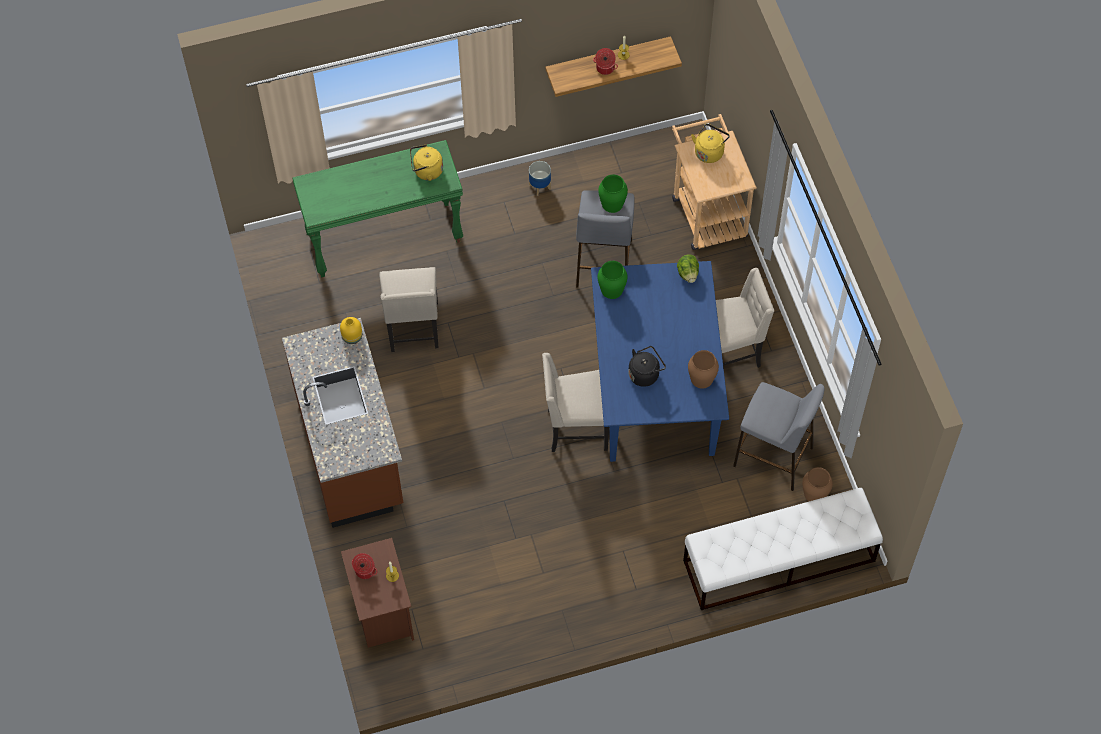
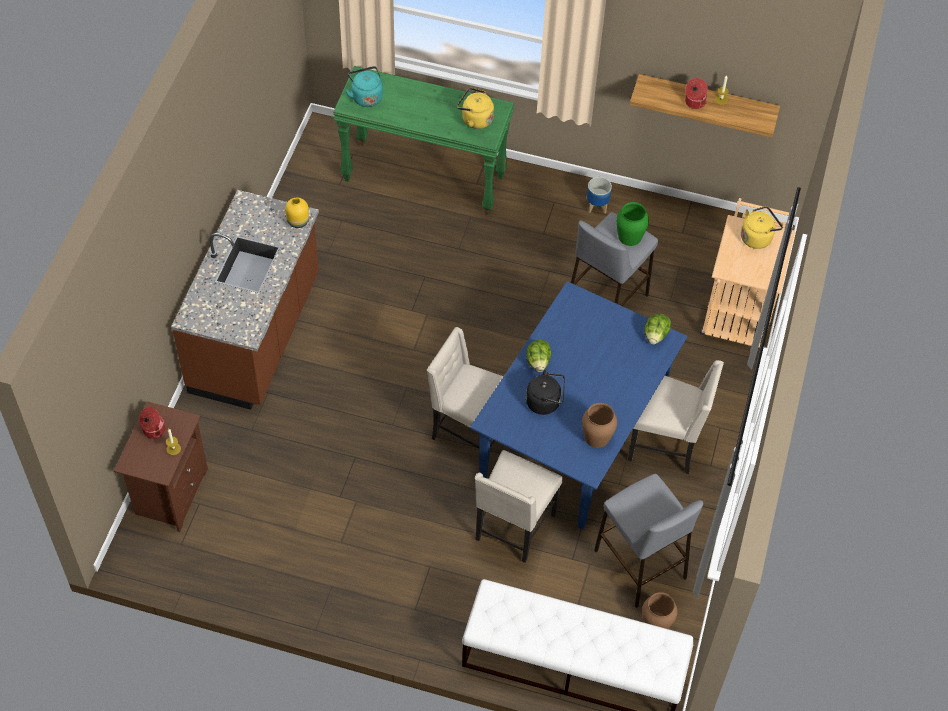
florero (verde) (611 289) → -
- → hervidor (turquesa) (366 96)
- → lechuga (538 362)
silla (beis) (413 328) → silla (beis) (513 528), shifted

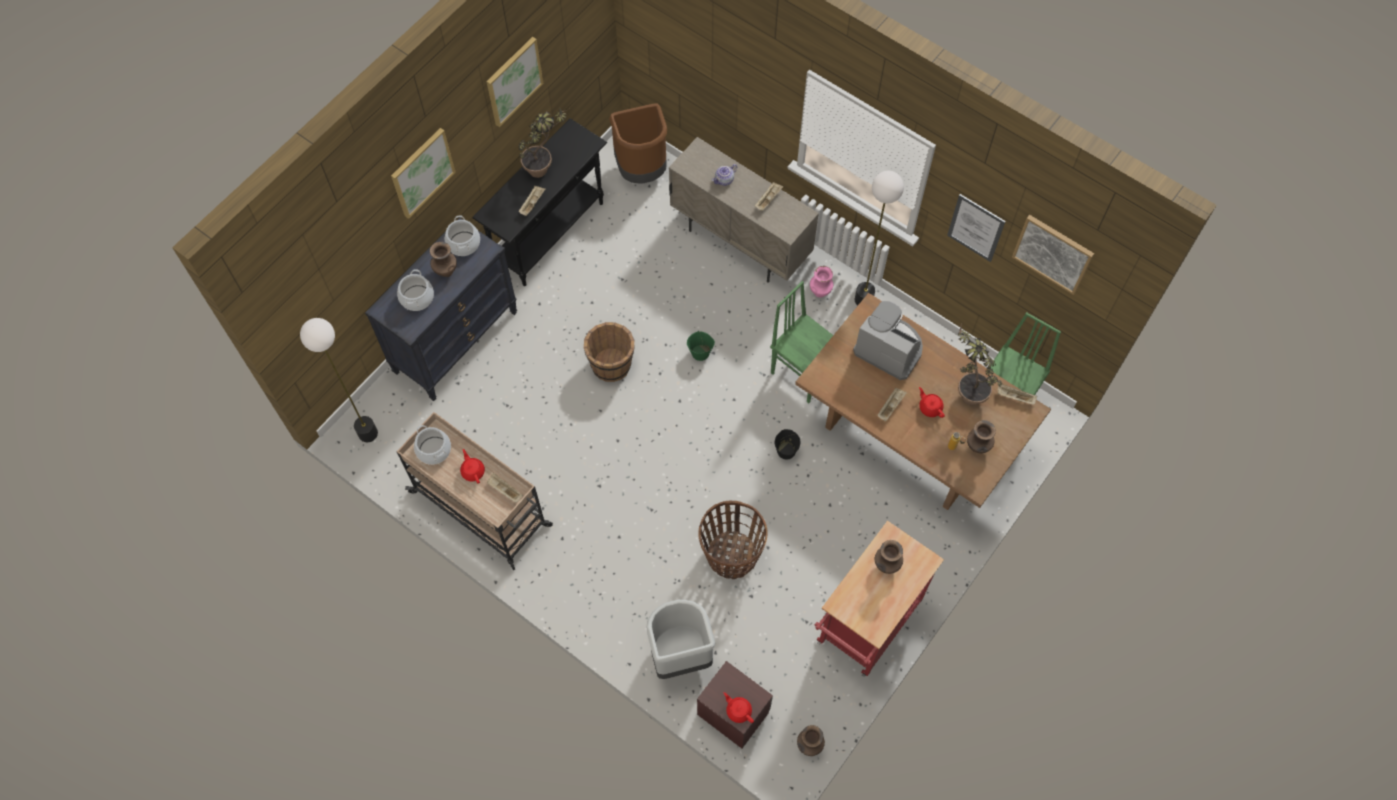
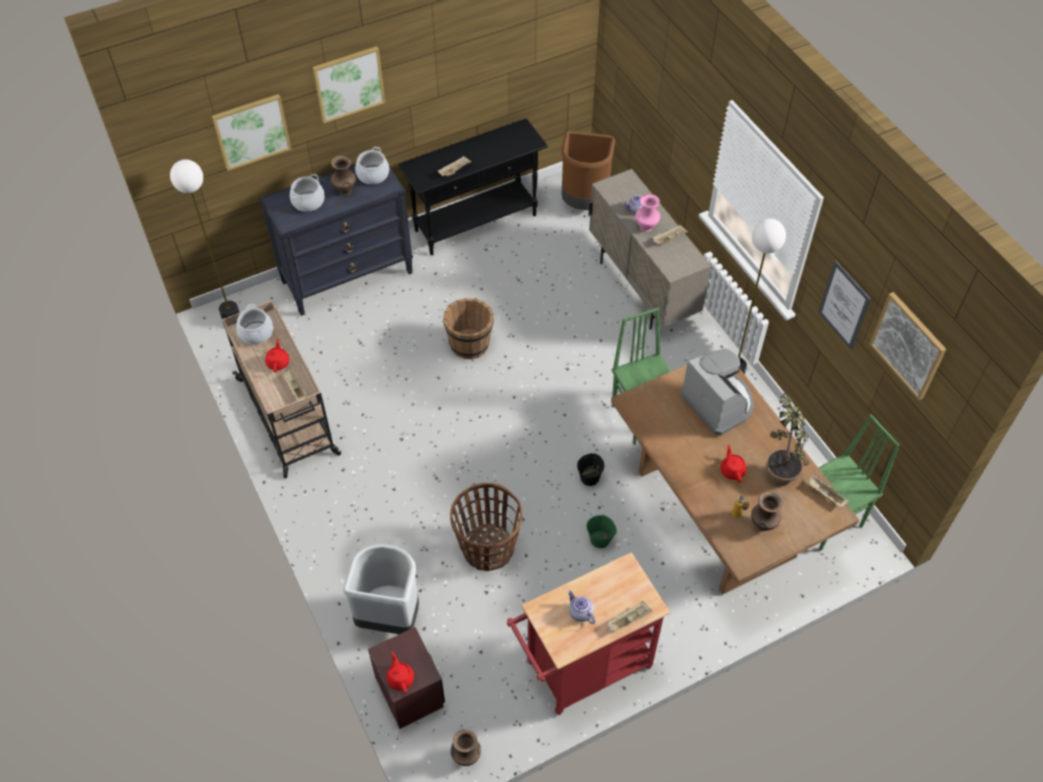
planta en maceta (544 167) → -
florero (marrón) (886 565) → -
- → tetera (580 613)
cuadro (513 81) → cuadro (251 131), shifted
cubo (verde) (700 353) → cubo (verde) (600 539), shifted
florero (rosa) (820 291) → florero (rosa) (646 227), shifted
bandeja (beis) (890 406) → bandeja (beis) (629 620), shifted

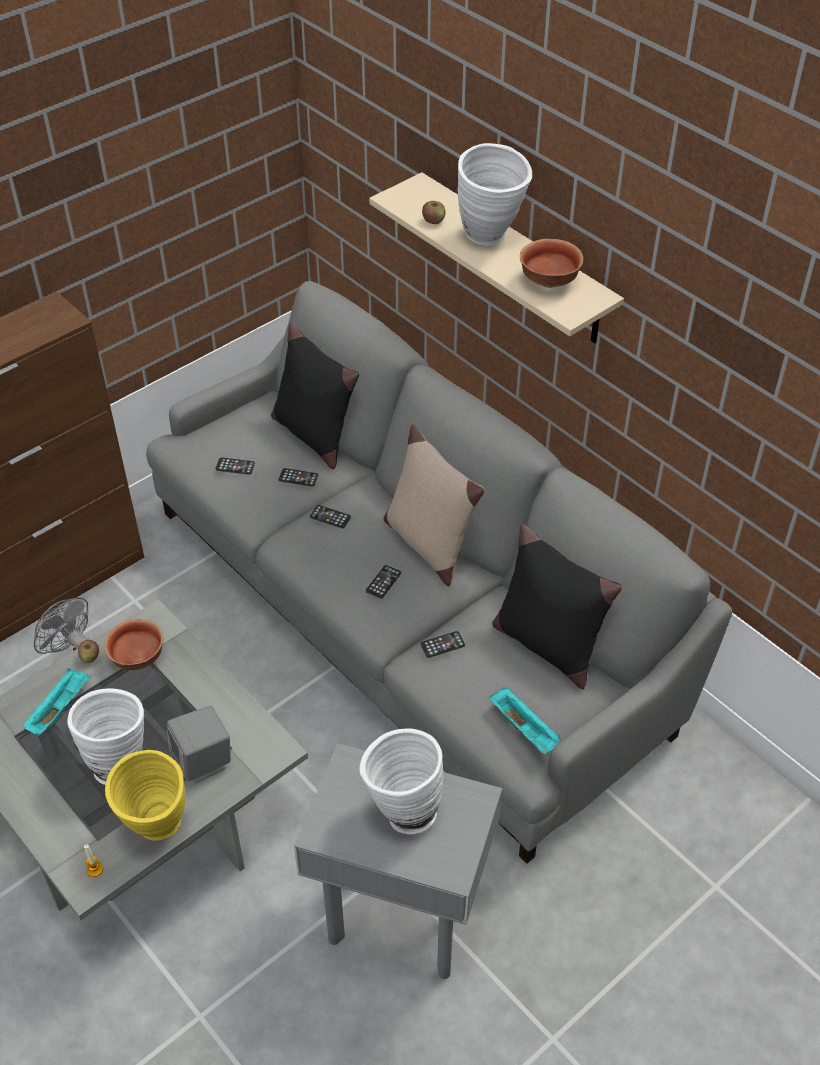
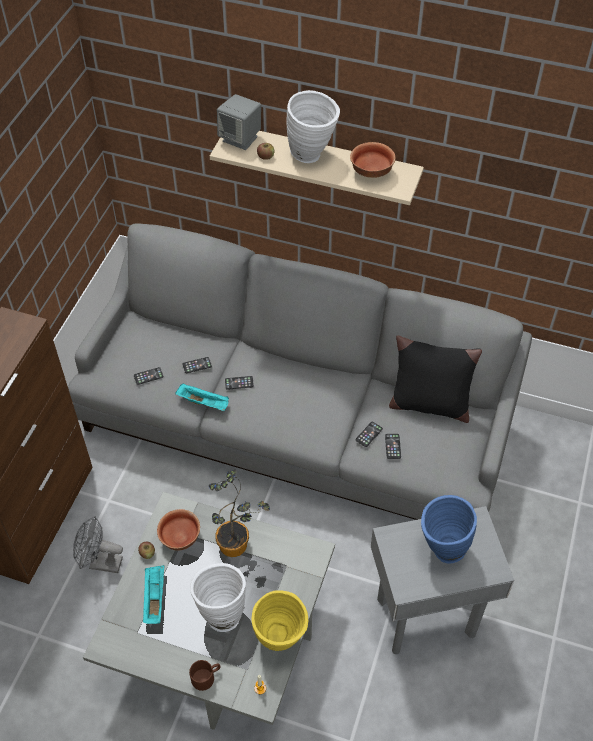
cojín (negro) (313 434) → -
cojín (beis) (428 543) → -
- → taza grande (marrón) (206 676)
- → planta en maceta (237 544)
altavoz (gris) (203 761) → altavoz (gris) (240 138), shifted
móvil (383 582) → móvil (393 446), shifted
bandeja (turquesa) (524 729) → bandeja (turquesa) (204 402), shifted
florero (blanco) (401 811) → florero (azul) (441 550)

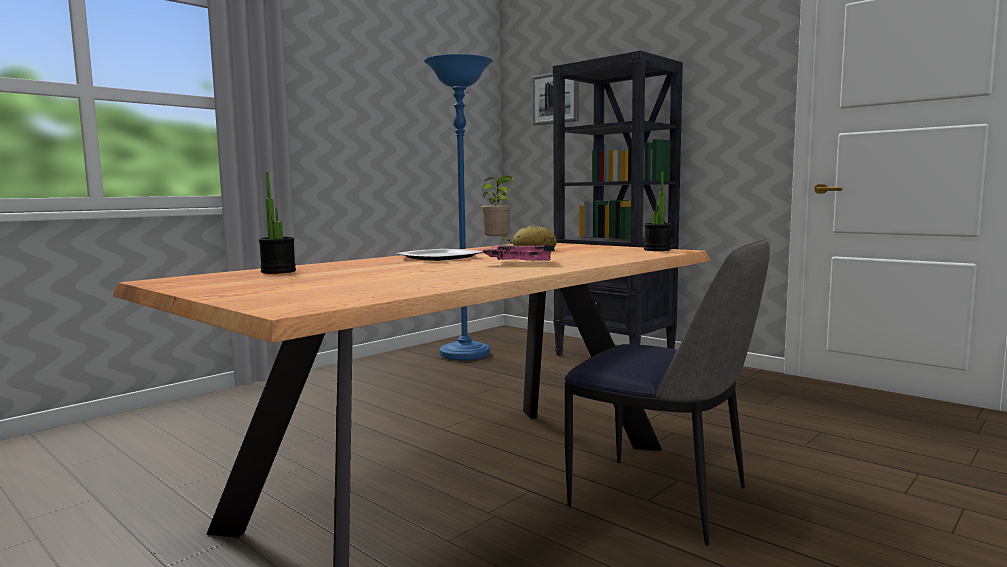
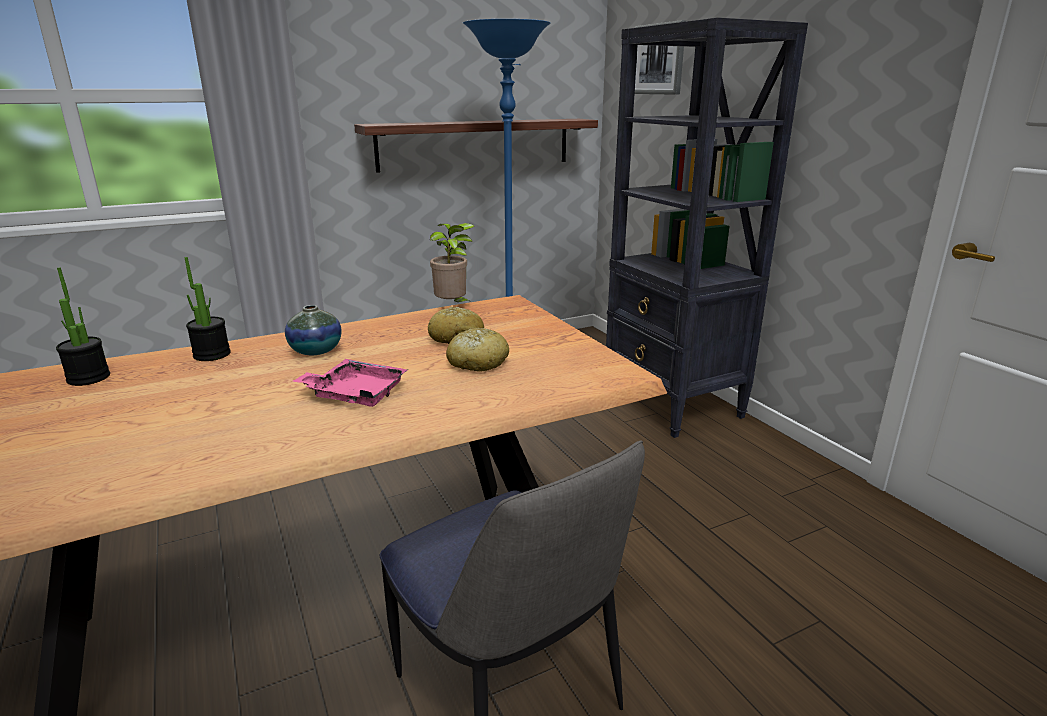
- → estante (476 144)
- → pan (477 362)
planta en maceta (657 250) → planta en maceta (212 354), shifted
plato (441 257) → florero (316 351)

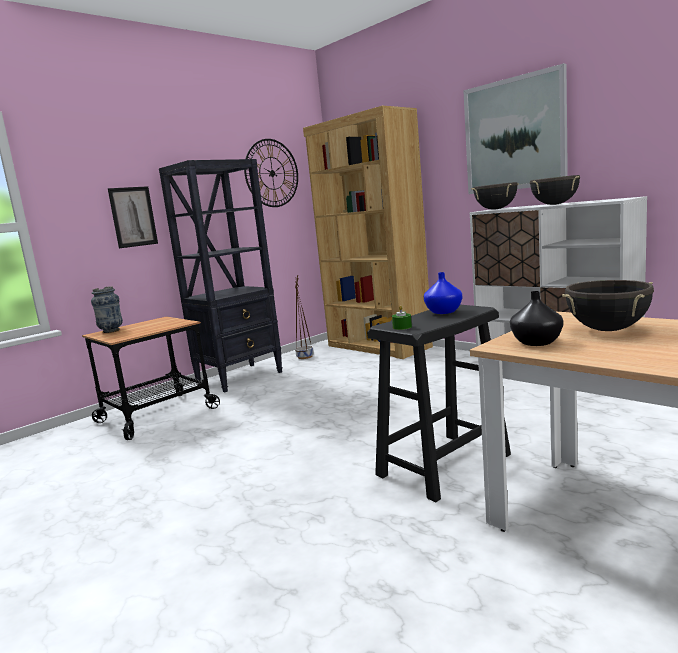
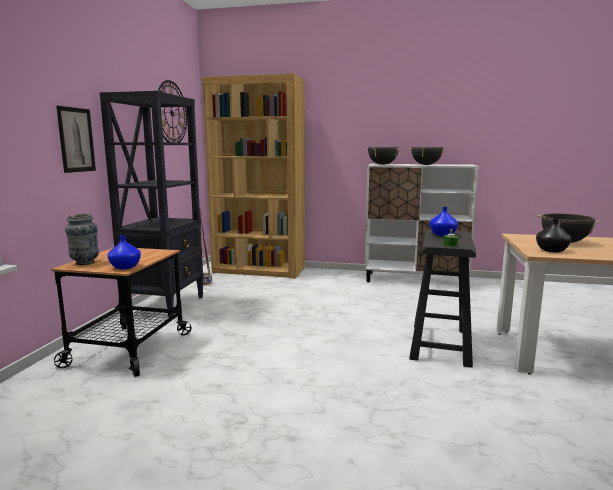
cuadro (514 134) → -
- → florero (azul) (125 267)

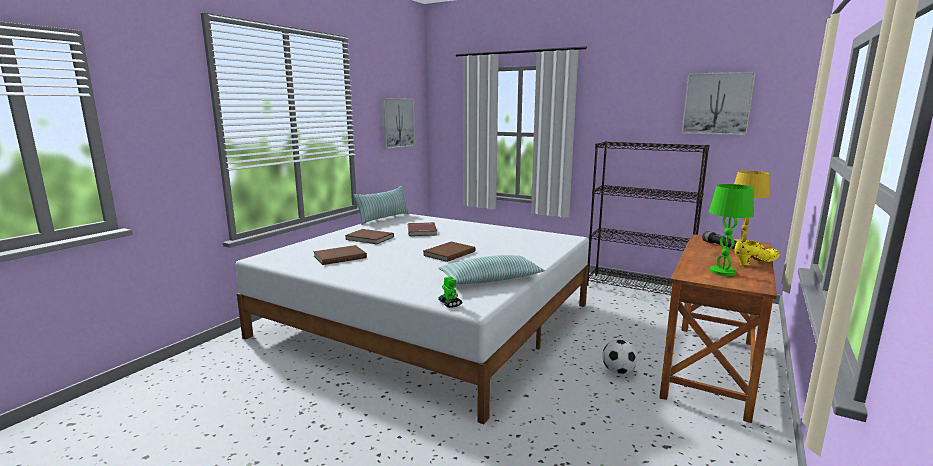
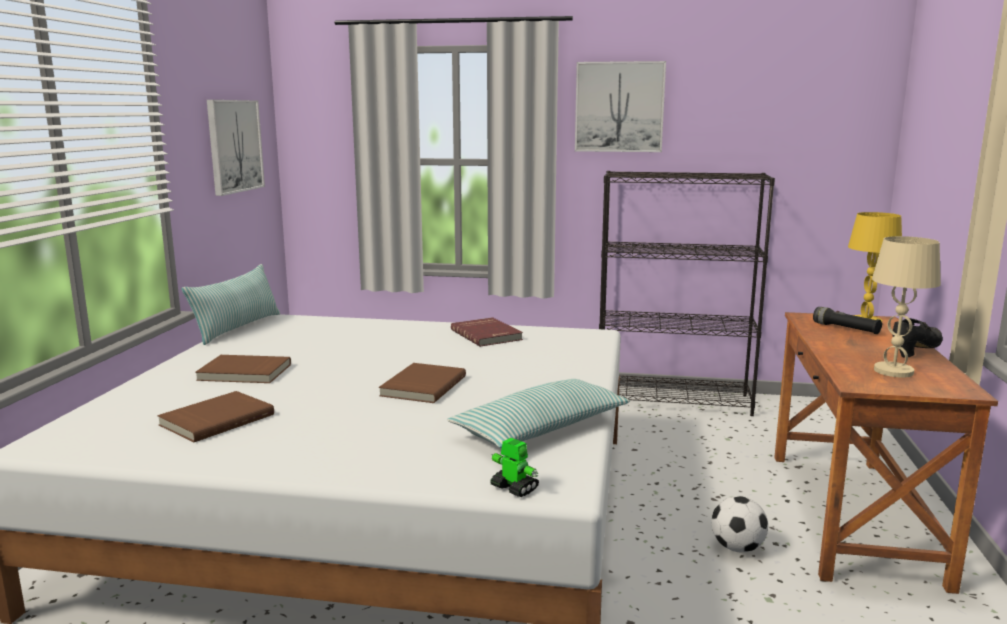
libro (rojo) (422 231) → libro (rojo) (487 334), shifted
cuadro (717 103) → cuadro (619 107), shifted
lámpara de mesa (verde) (723 272) → lámpara de mesa (beis) (894 371)
zapato (amarillo) (755 263) → zapato (negro) (915 351)

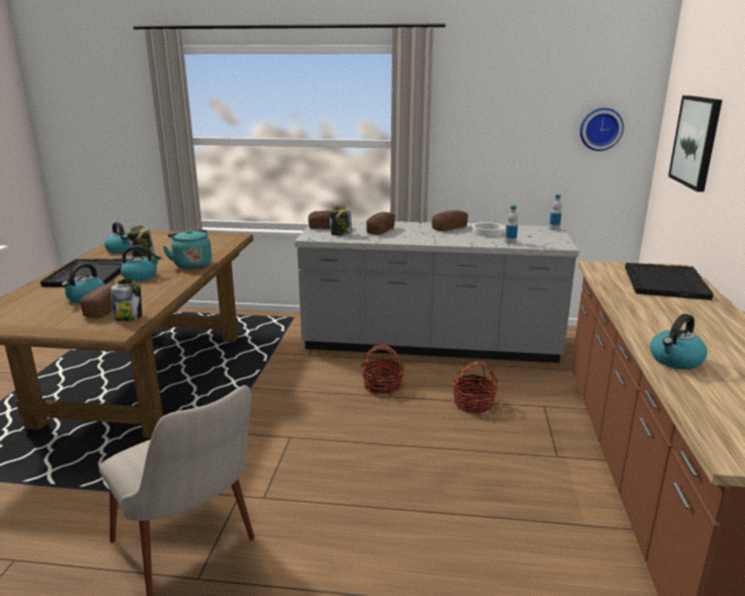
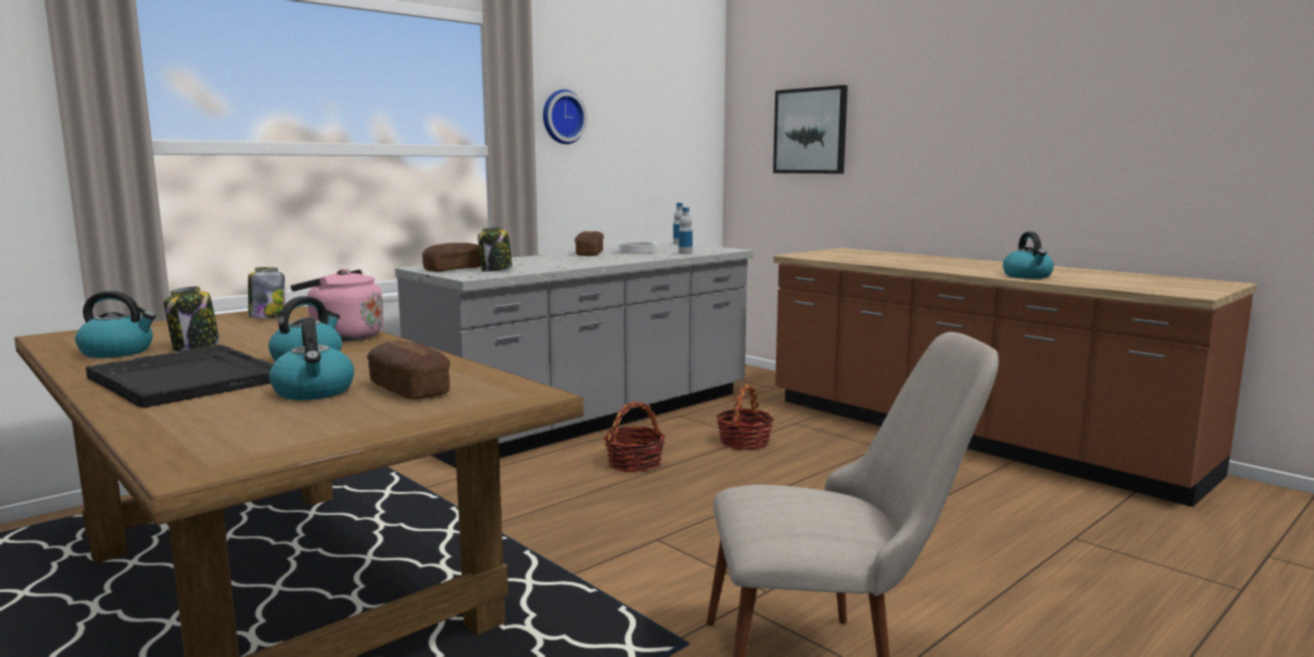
pan (380 230) → -
bandeja (negro) (665 282) → -
tarro (128 317) → tarro (267 317), shifted
reloj de pared (600 129) → reloj de pared (562 117), shifted
hervidor (turquesa) (192 264) → hervidor (rosa) (342 337)

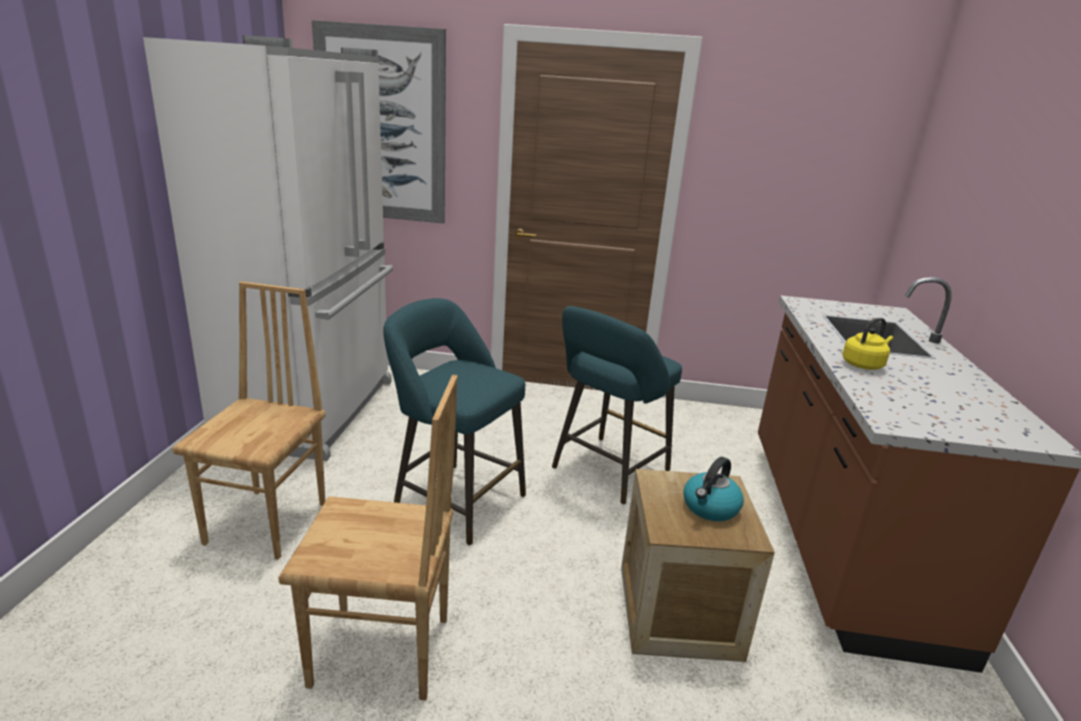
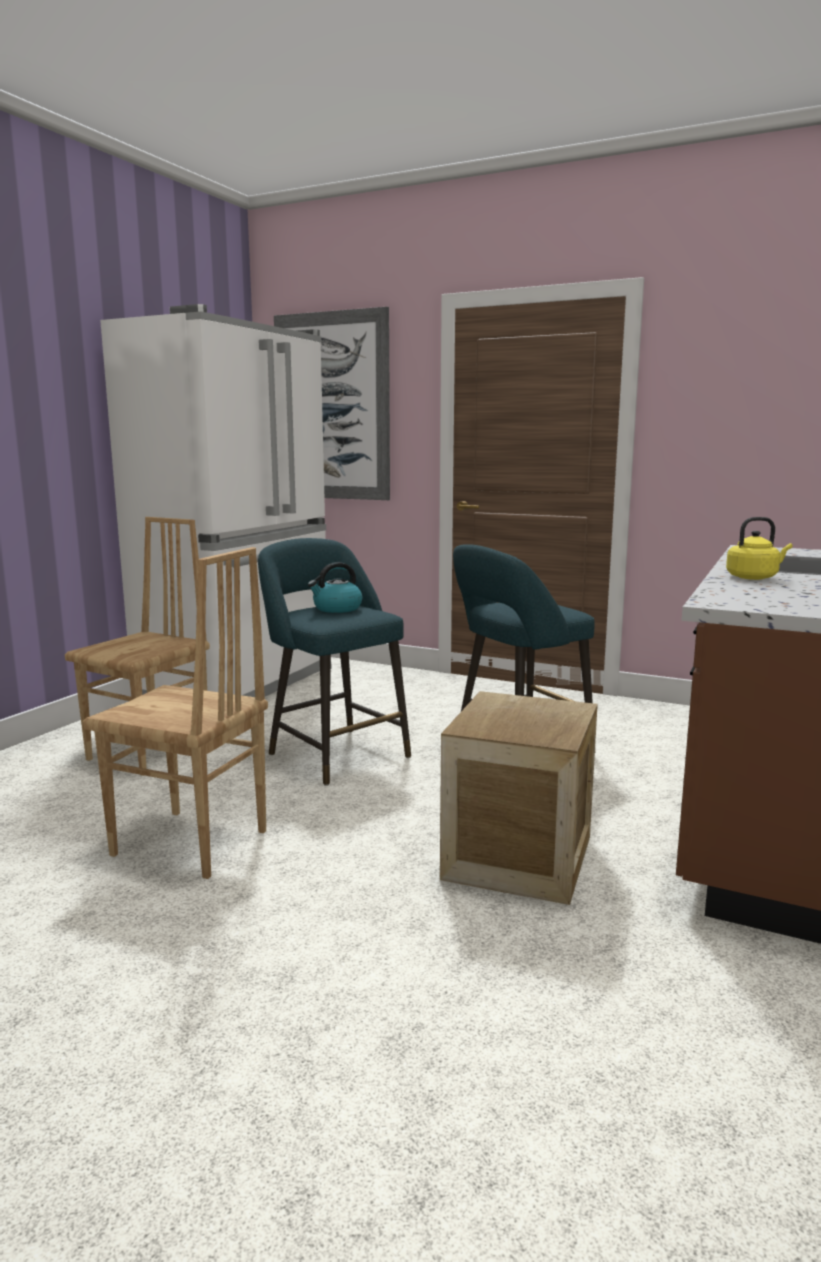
hervidor (710 508) → hervidor (337 609), shifted

